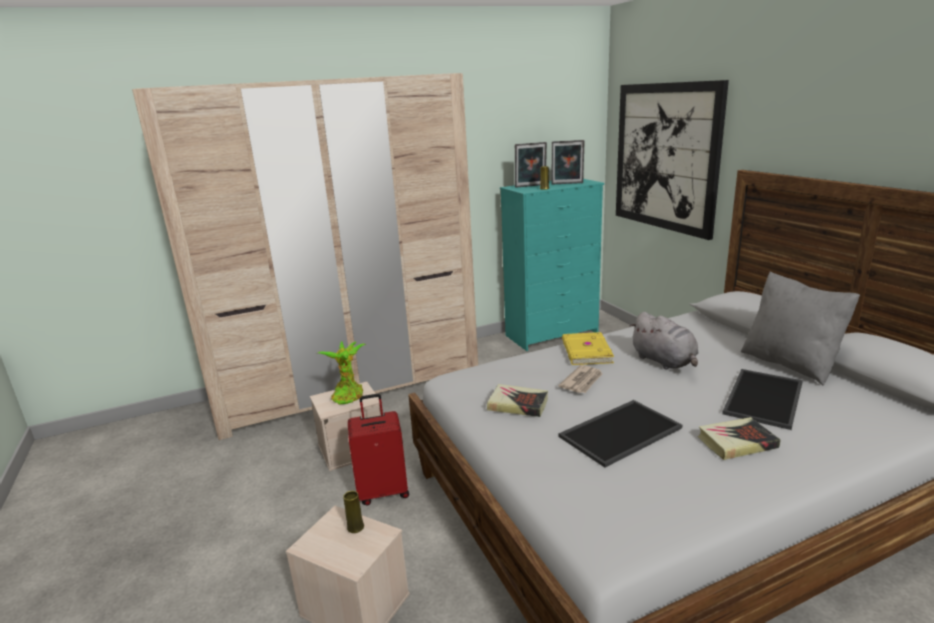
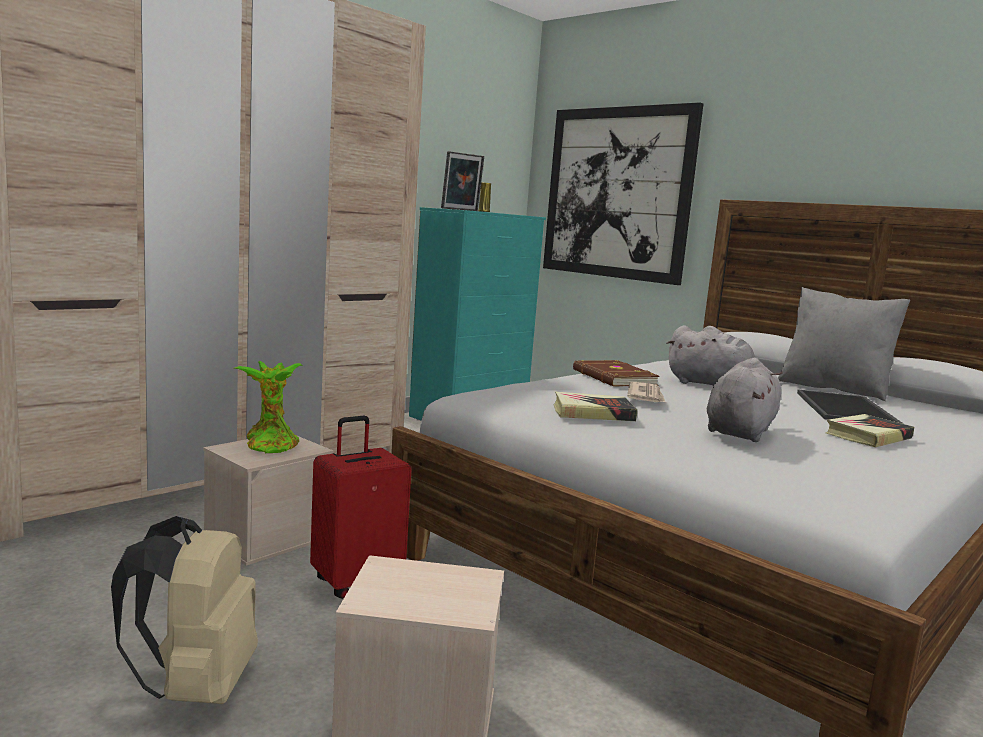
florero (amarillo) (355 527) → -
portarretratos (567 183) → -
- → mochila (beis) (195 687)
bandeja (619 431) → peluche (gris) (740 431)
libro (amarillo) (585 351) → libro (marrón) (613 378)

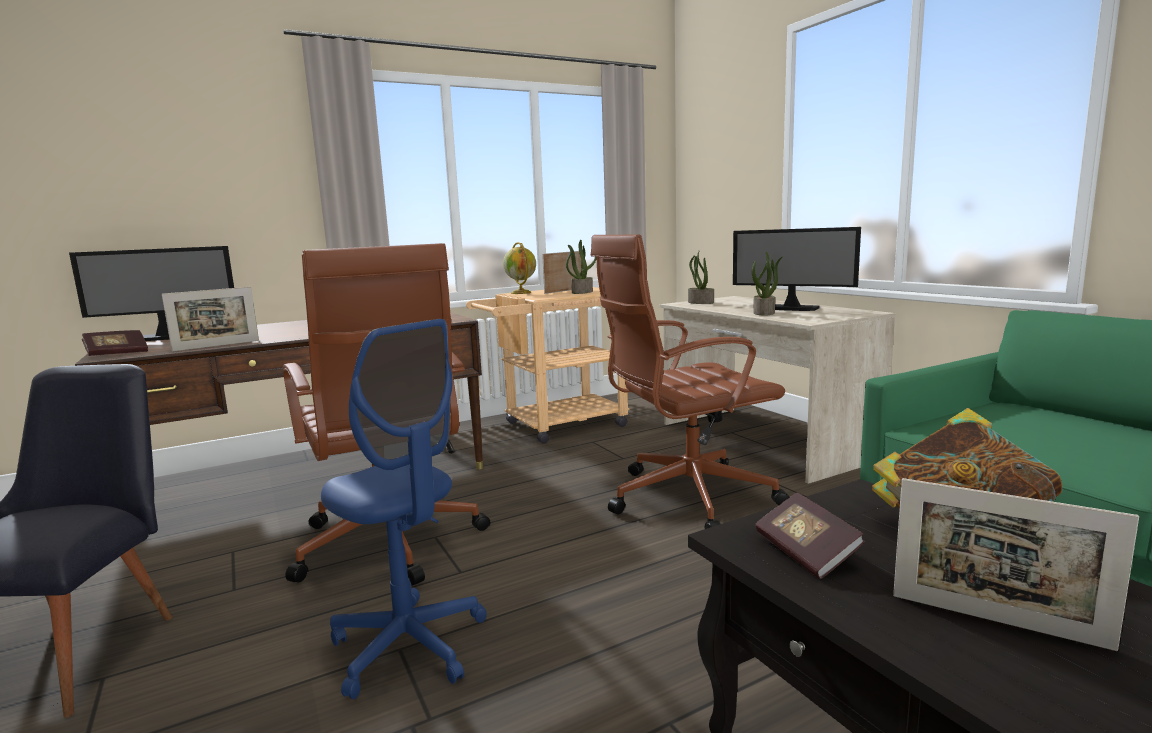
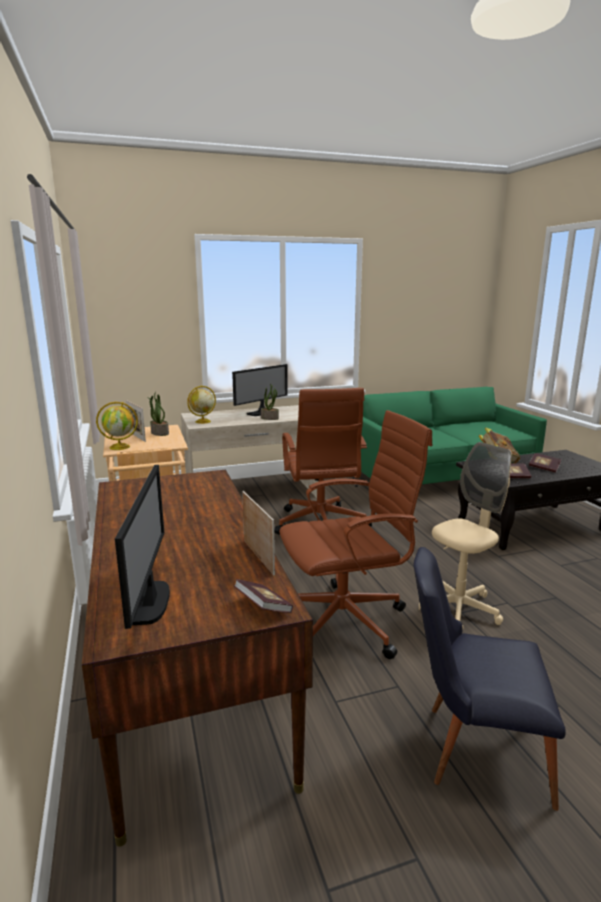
planta en maceta (700 302) → globo terráqueo (202 421)
portarretratos (996 621) → libro (544 468)
silla de oficina (azul) (409 646) → silla de oficina (beis) (459 609)

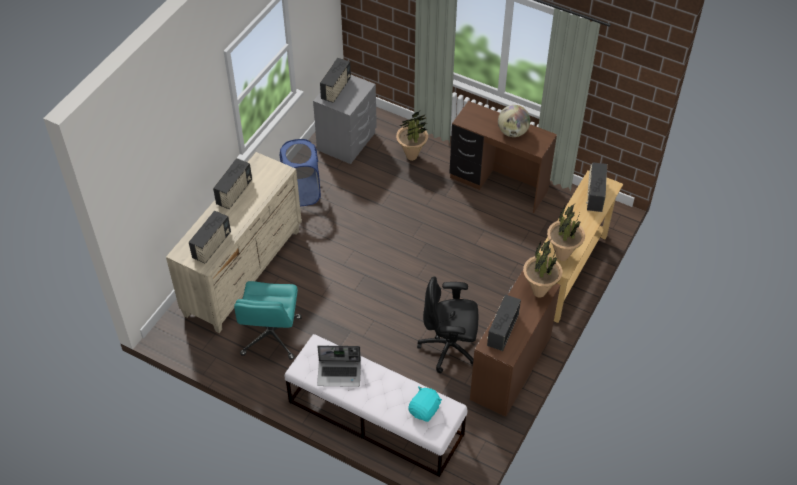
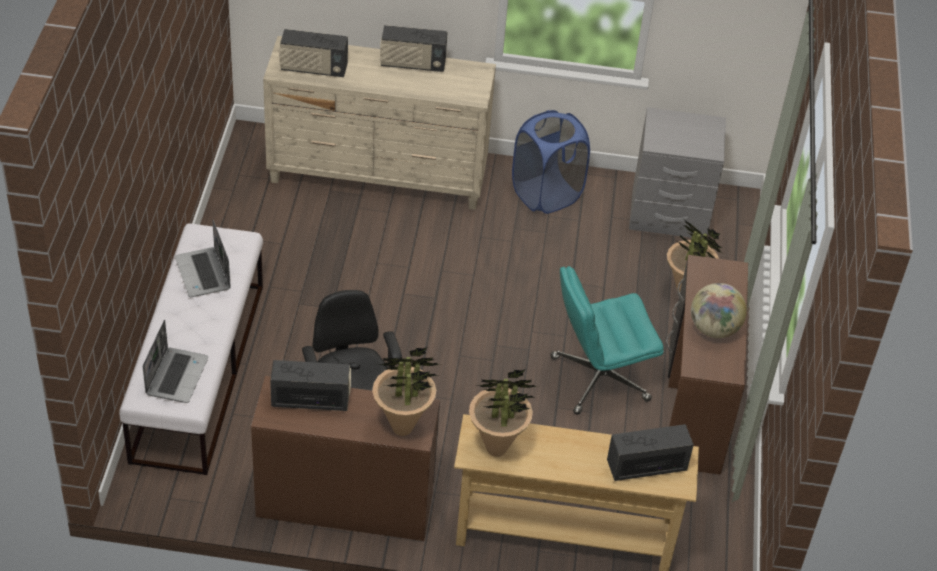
radio (336 89) → -
silla de oficina (turquesa) (271 337) → silla de oficina (turquesa) (598 379), shifted
peluche (turquesa) (424 410) → portátil (176 375)

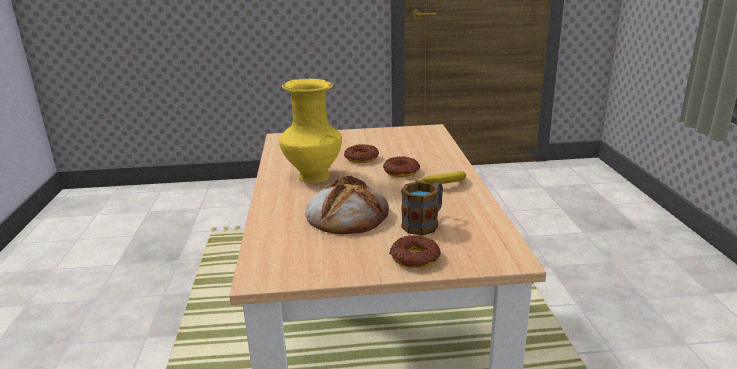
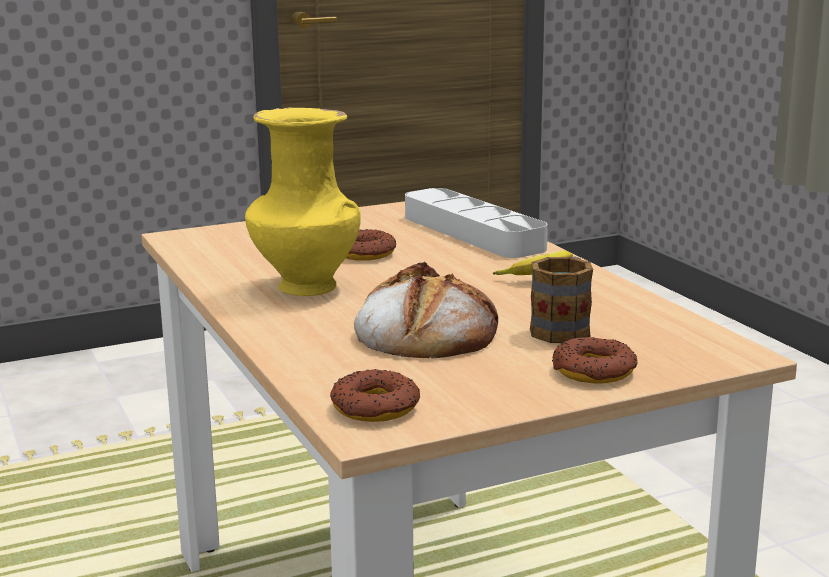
- → bandeja (gris) (472 232)
rosquilla (401 171) → rosquilla (374 407), shifted

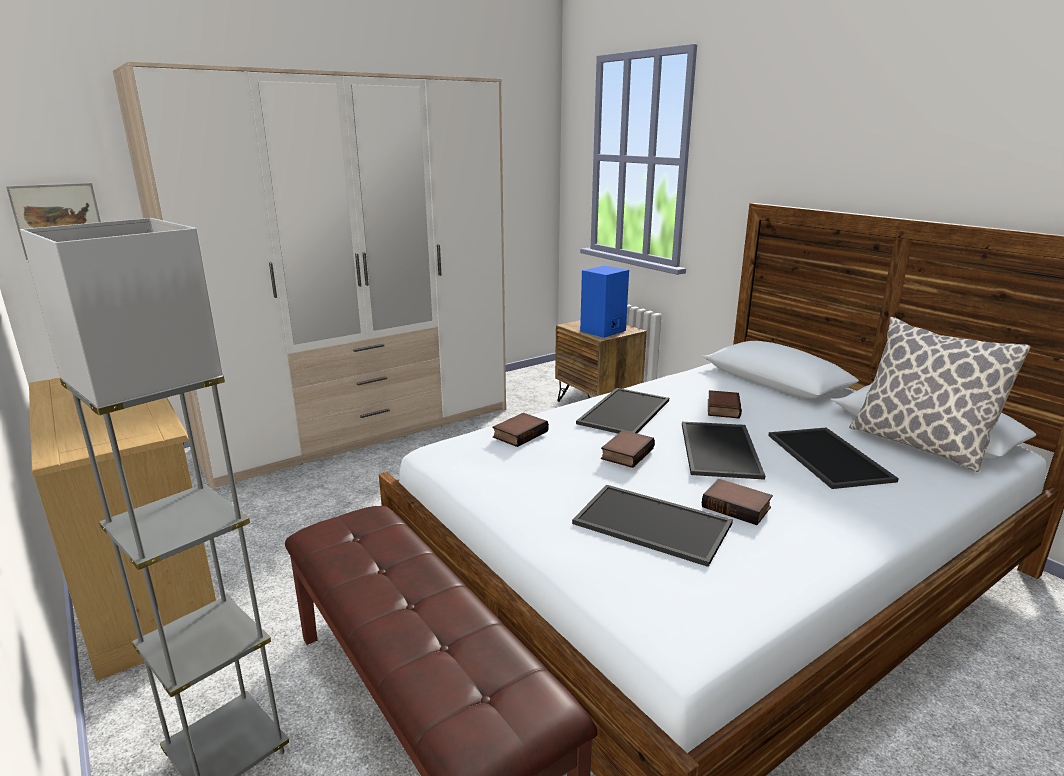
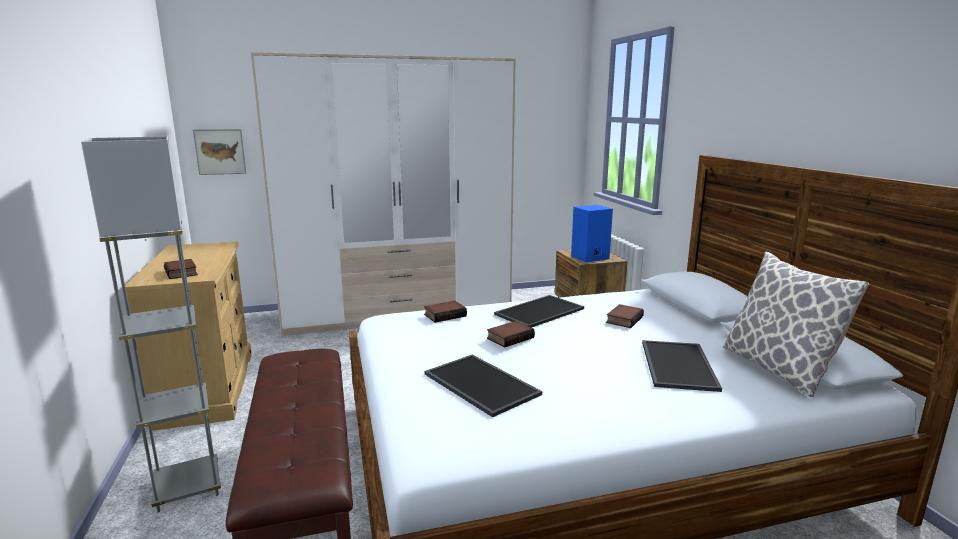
bandeja (721 450) → -
libro (737 506) → libro (182 273), shifted

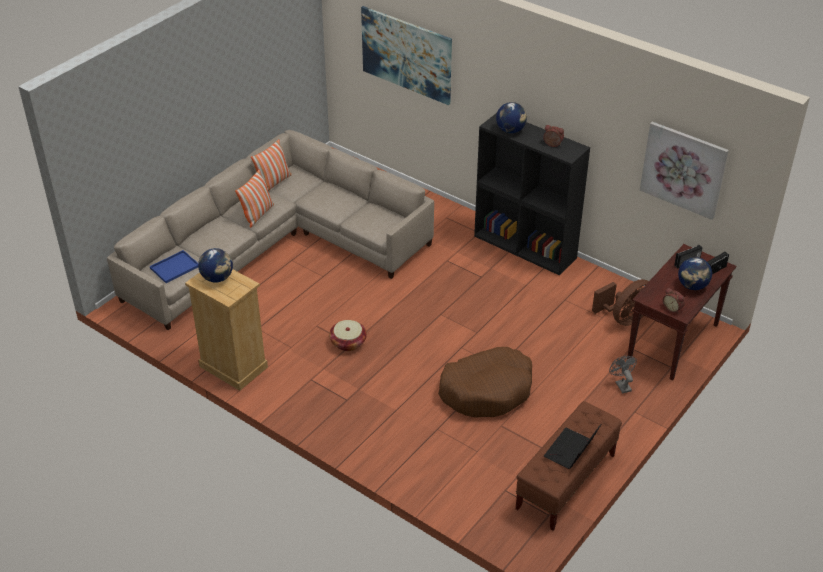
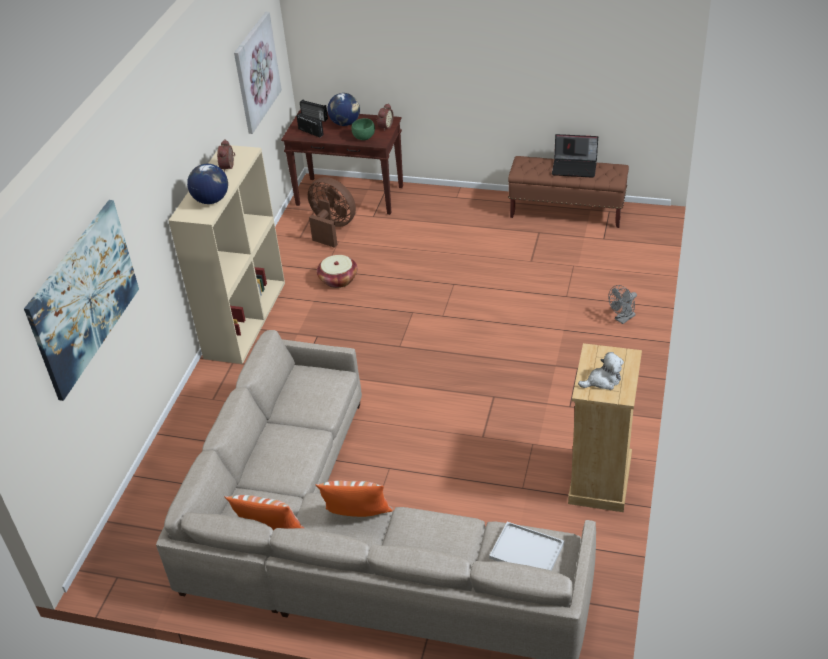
cama para perro (marrón) (487 390) → -
- → cuenco (verde) (363 137)
cesta (348 342) → cesta (338 279), shifted
ventilador (gris) (621 384) → ventilador (gris) (622 319), shifted
globo terráqueo (217 278) → peluche (603 381)
bandeja (azul) (174 268) → bandeja (blanco) (528 550)
estantería (negro) (526 247) → estantería (beis) (245 319)

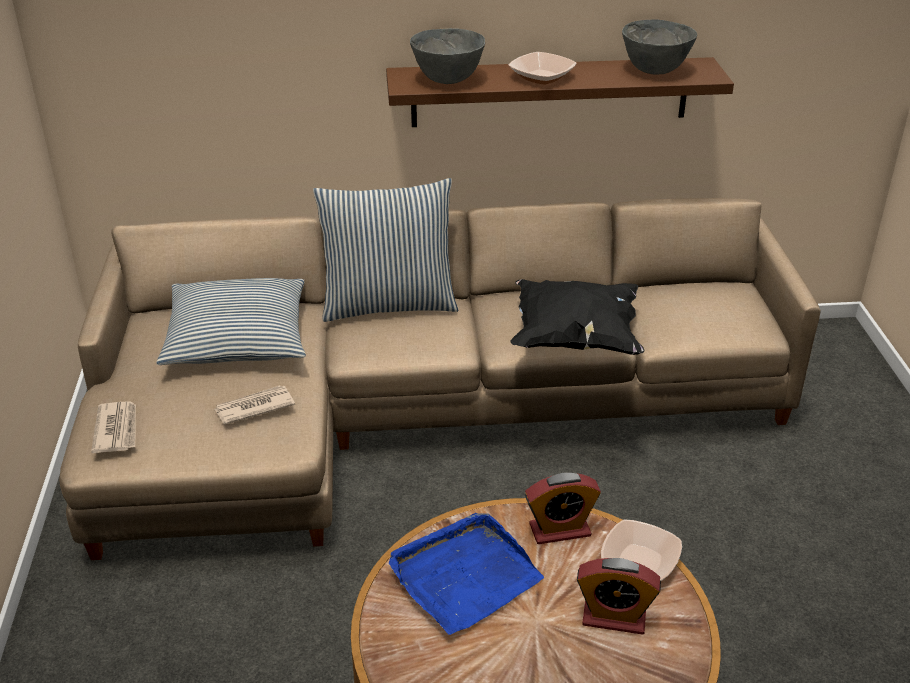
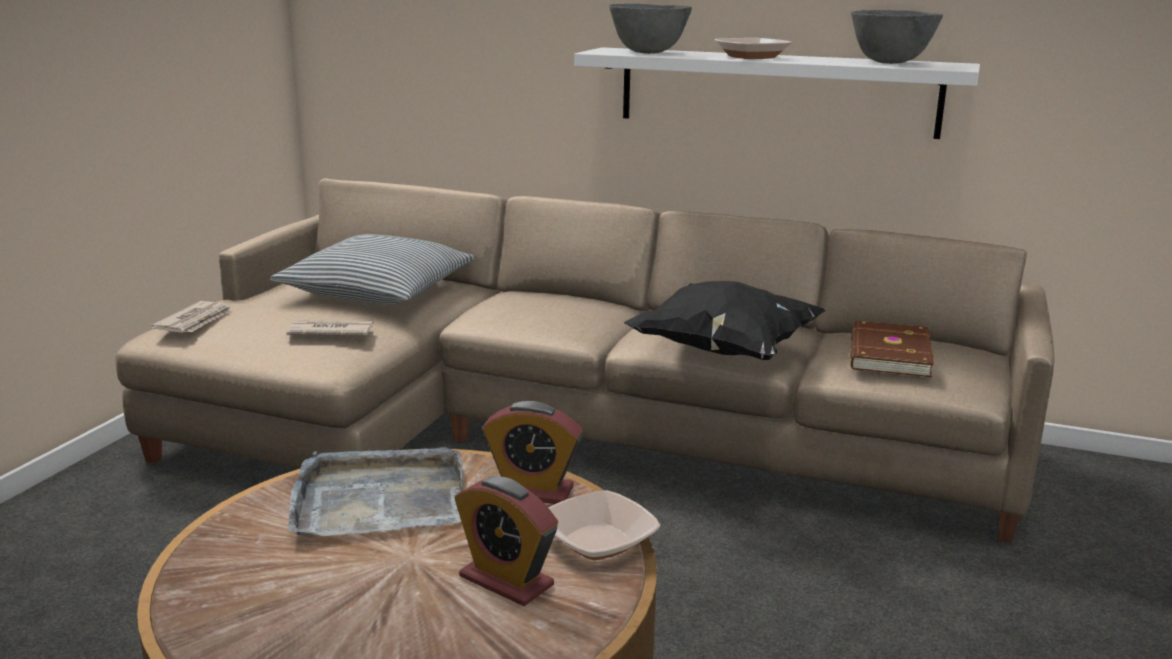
cojín (389 304) → -
- → libro (marrón) (887 354)
estante (marrón) (550 92) → estante (blanco) (776 91)
bandeja (azul) (464 576) → bandeja (gris) (379 499)

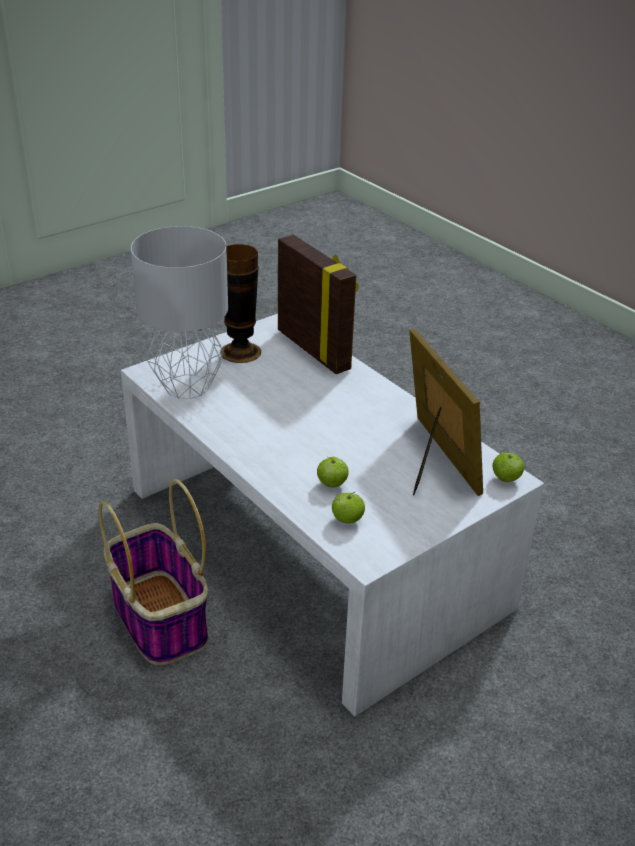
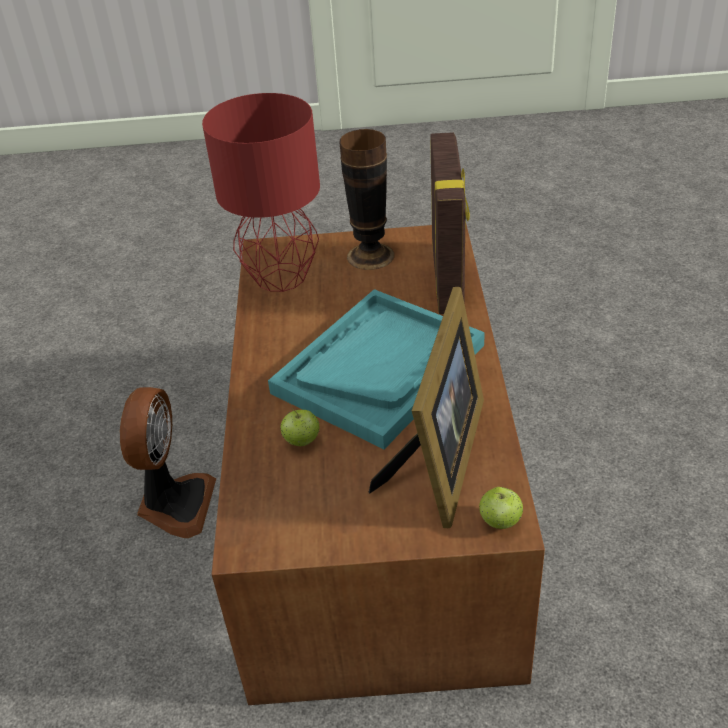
manzana (347 520) → -
- → bandeja (turquesa) (379 368)
cesta (158 618) → ventilador (175 504)
mesa de centro (blanco) (311 547) → mesa de centro (marrón) (372 498)
lámpara de mesa (gris) (185 386) → lámpara de mesa (rojo) (279 276)

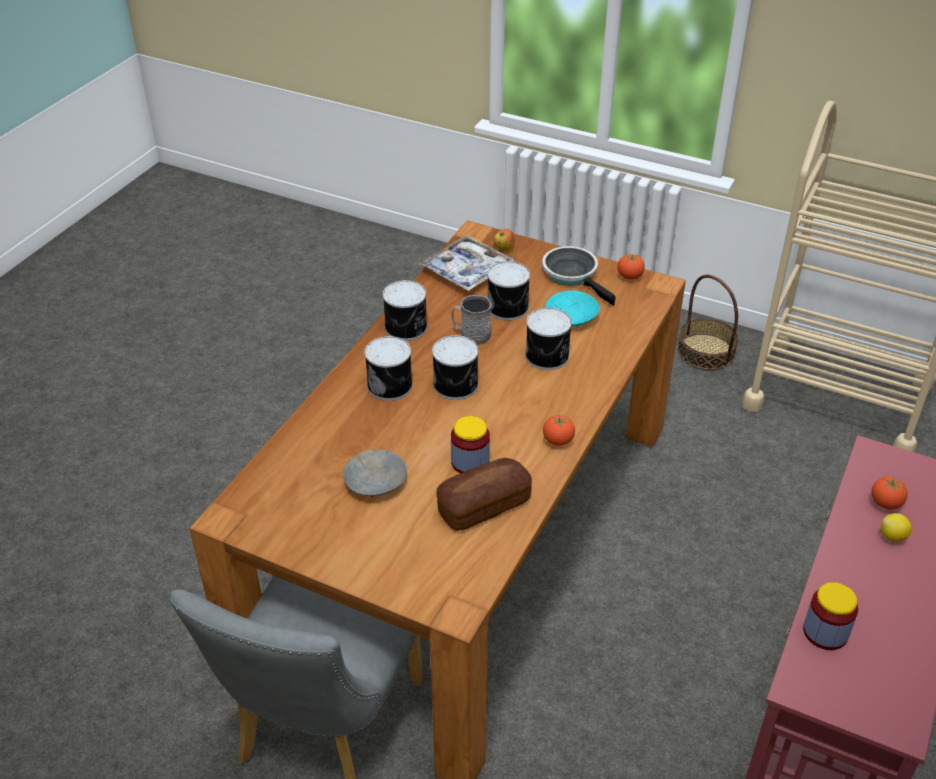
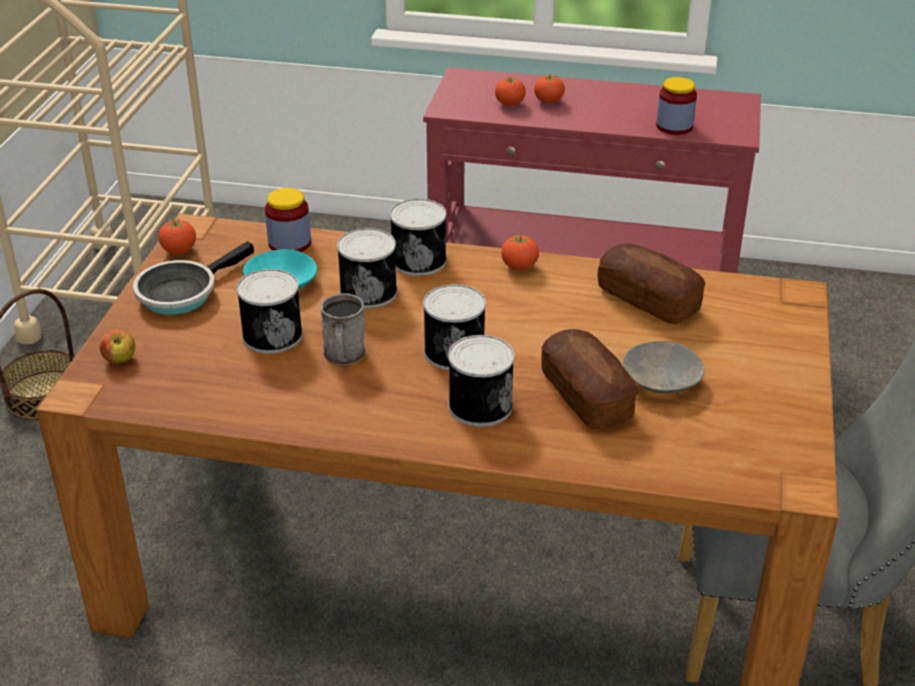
bandeja (467 270) → -
- → pan (586 396)
lata (407 328) → lata (419 260), shifted
tarro (470 462) → tarro (289 243), shifted
limón (892 537) → tomate (548 102)

